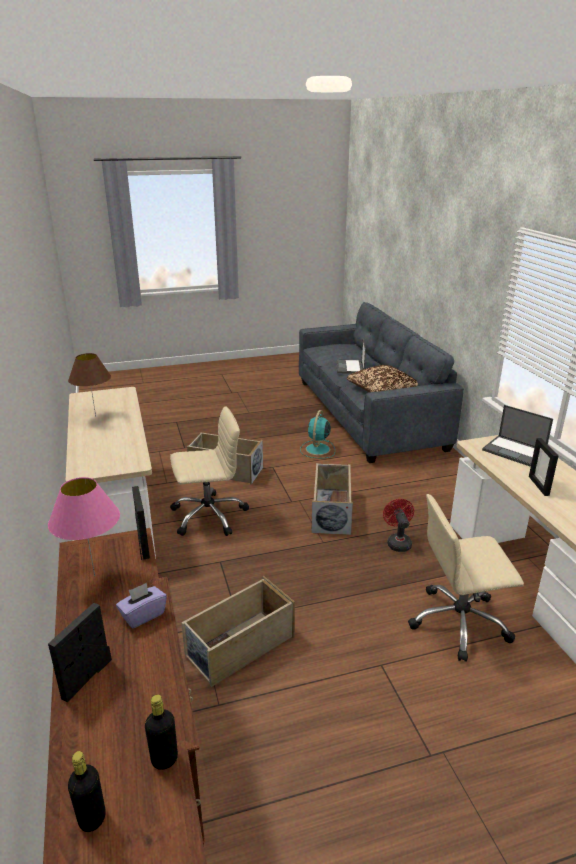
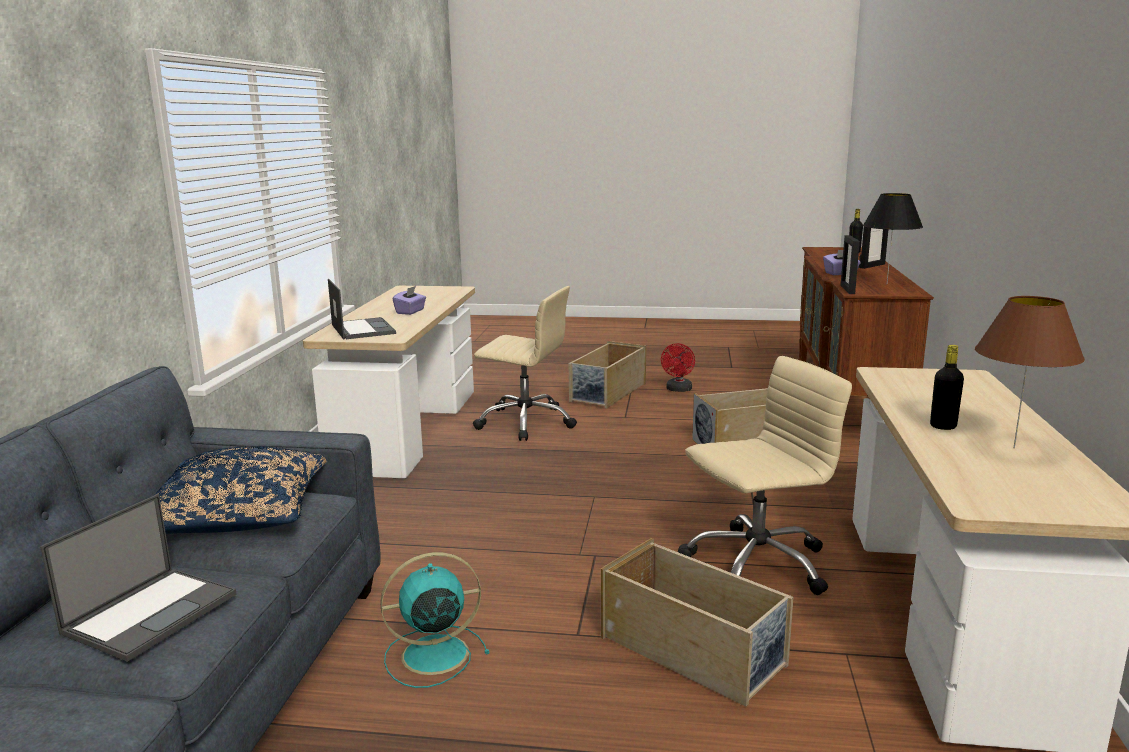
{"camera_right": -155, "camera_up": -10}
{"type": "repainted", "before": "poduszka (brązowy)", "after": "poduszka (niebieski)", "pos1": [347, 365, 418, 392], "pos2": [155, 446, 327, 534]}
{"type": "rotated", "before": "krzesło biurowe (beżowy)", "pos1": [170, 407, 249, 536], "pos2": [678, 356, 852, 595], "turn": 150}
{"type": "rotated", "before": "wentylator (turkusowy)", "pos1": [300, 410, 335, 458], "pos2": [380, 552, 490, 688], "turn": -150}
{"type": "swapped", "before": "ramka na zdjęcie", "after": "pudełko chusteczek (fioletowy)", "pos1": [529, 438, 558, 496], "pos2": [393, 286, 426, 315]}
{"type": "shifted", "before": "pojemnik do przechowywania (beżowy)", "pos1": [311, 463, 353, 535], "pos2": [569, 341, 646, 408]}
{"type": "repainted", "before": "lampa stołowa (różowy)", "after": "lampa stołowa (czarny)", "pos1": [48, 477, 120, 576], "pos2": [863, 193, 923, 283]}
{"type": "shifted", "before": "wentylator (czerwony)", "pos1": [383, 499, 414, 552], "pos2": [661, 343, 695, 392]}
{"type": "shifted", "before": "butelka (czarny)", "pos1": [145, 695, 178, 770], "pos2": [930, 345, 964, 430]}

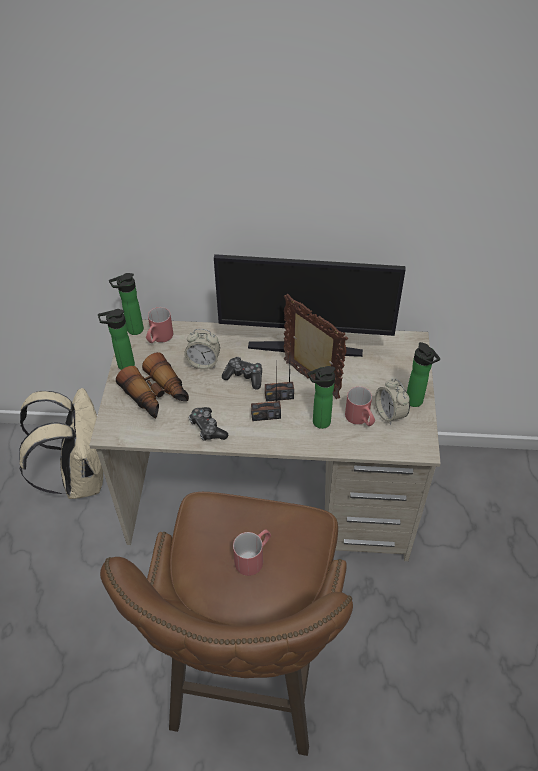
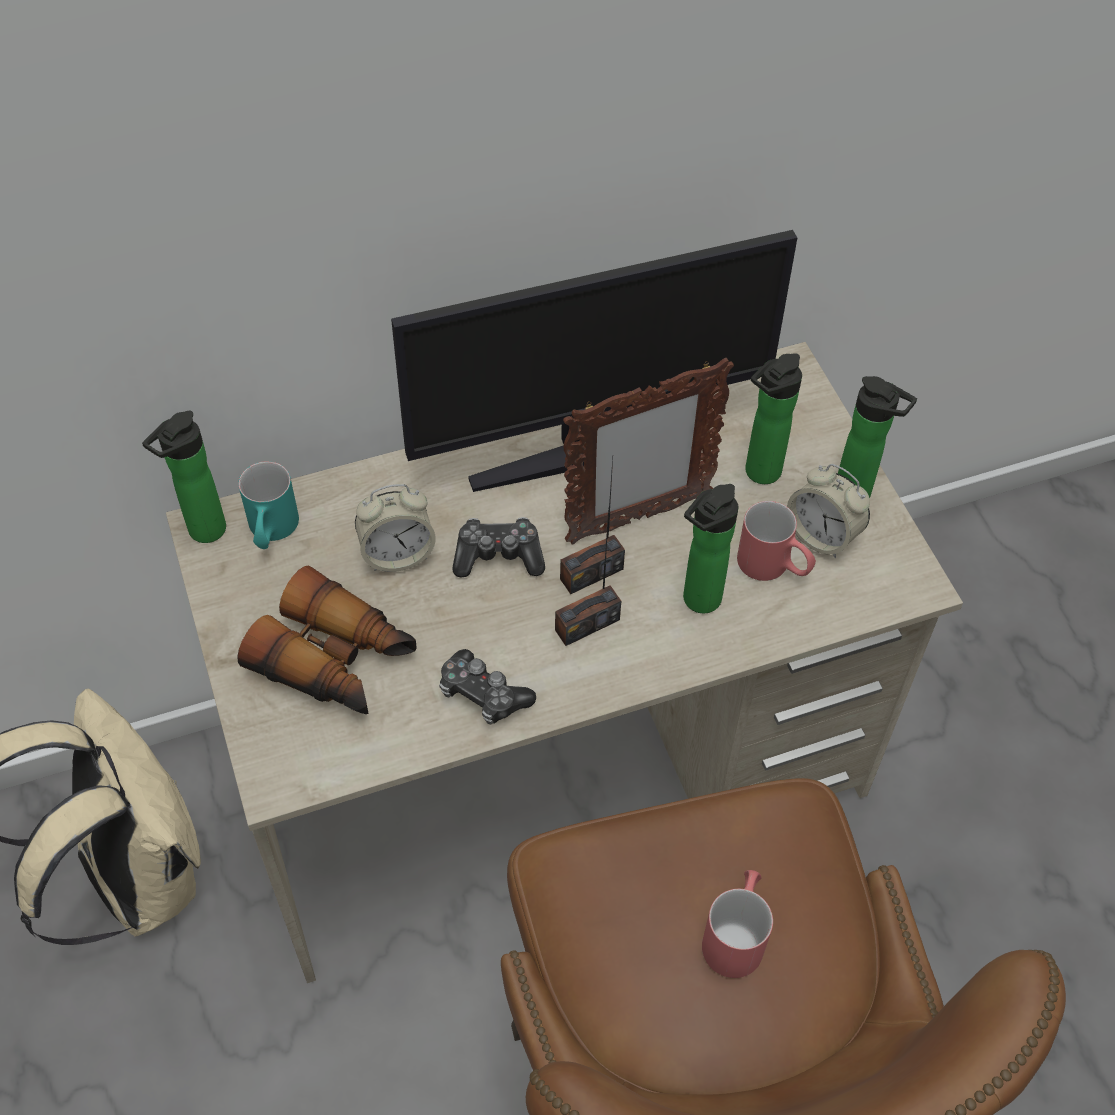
{"camera_right": -25, "camera_up": 5}
{"type": "rotated", "before": "ramka na zdjęcie", "pos1": [284, 294, 348, 399], "pos2": [563, 358, 734, 544], "turn": 135}
{"type": "repainted", "before": "kubek (czerwony)", "after": "kubek (turkusowy)", "pos1": [146, 307, 173, 343], "pos2": [238, 461, 299, 549]}
{"type": "shifted", "before": "butelka", "pos1": [98, 309, 135, 370], "pos2": [745, 353, 802, 484]}

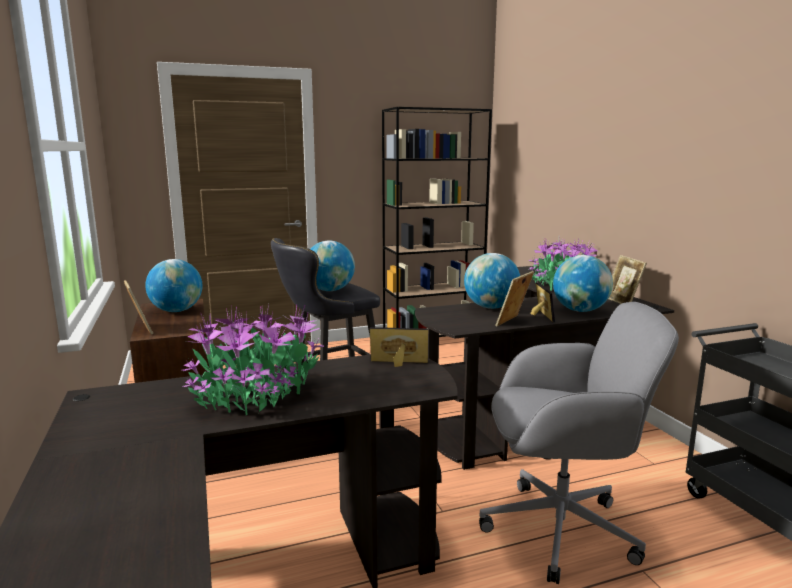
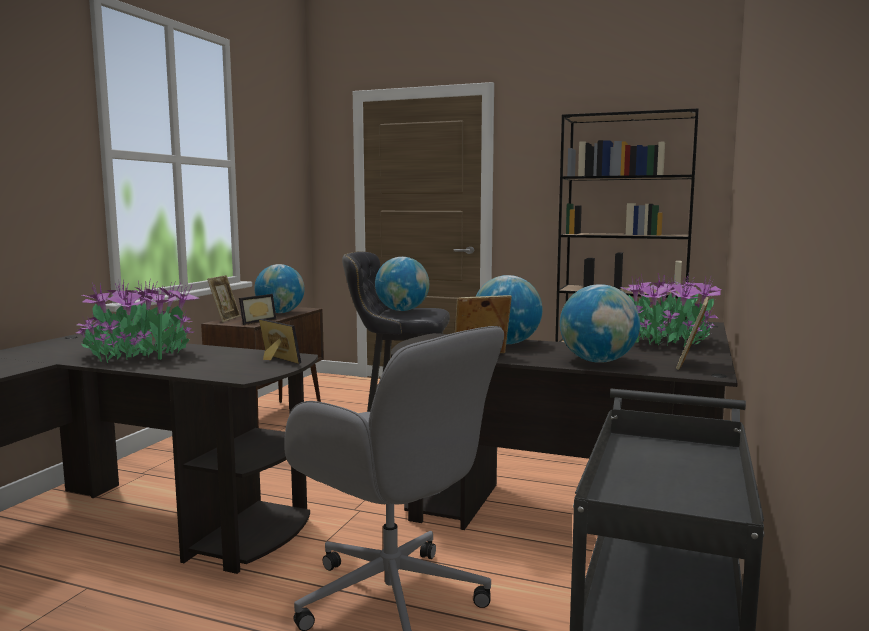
{"camera_right": 40, "camera_up": -5}
{"type": "shifted", "before": "ramka na zdjęcie", "pos1": [530, 283, 555, 322], "pos2": [239, 294, 277, 325]}

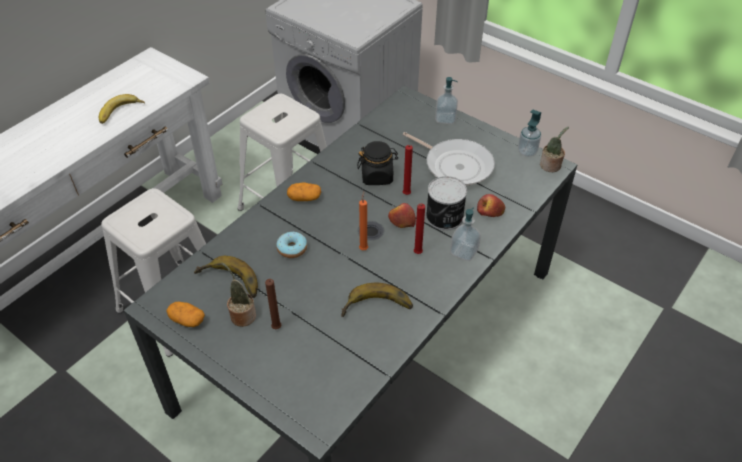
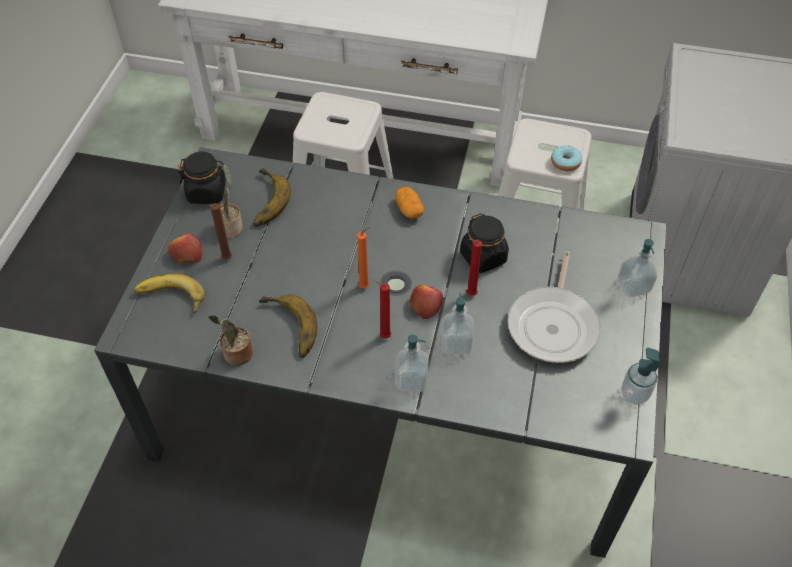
{"camera_right": 65, "camera_up": 5}
{"type": "shifted", "before": "banan", "pos1": [99, 94, 145, 124], "pos2": [134, 274, 205, 313]}
{"type": "shifted", "before": "roślina doniczkowa", "pos1": [540, 127, 569, 172], "pos2": [208, 315, 253, 366]}
{"type": "swapped", "before": "puszka", "after": "dozownik mydła", "pos1": [426, 176, 467, 230], "pos2": [442, 293, 474, 354]}
{"type": "shifted", "before": "jabłko", "pos1": [477, 194, 505, 217], "pos2": [168, 233, 203, 263]}
{"type": "shifted", "before": "donut", "pos1": [276, 232, 307, 258], "pos2": [551, 145, 582, 171]}
{"type": "swapped", "before": "ziemniak", "after": "słoik (czarny)", "pos1": [166, 302, 205, 327], "pos2": [178, 152, 226, 204]}

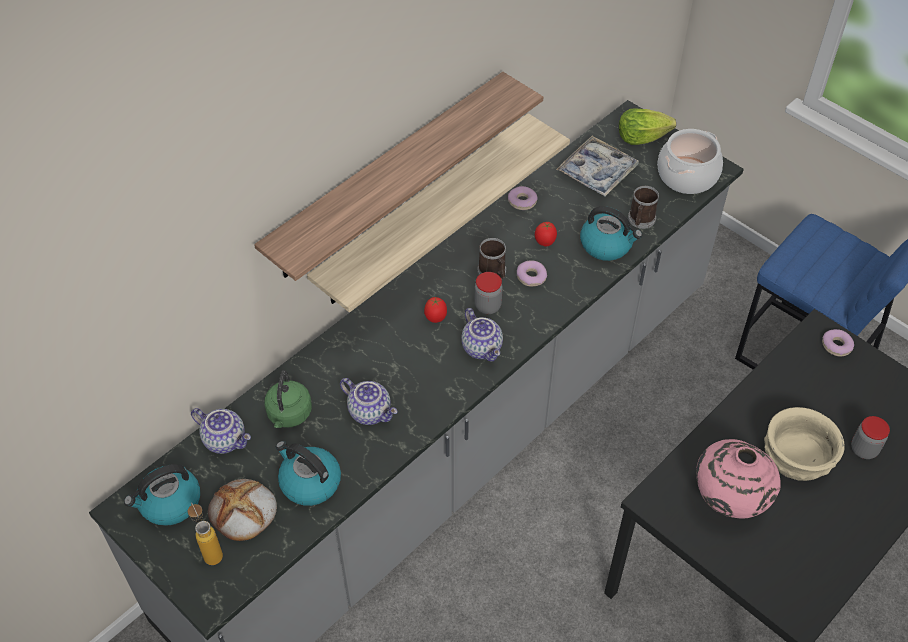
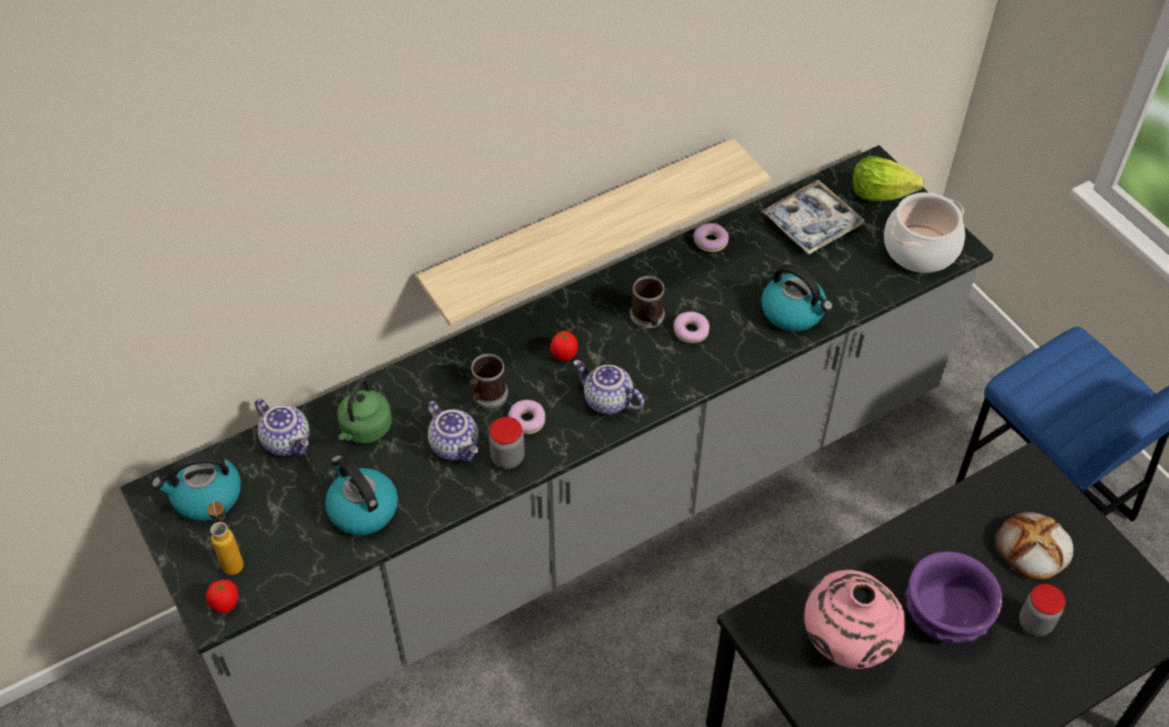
{"camera_right": 15, "camera_up": 0}
{"type": "gone", "before": "półka", "pos1": [254, 72, 543, 281]}
{"type": "shifted", "before": "kubek", "pos1": [628, 186, 659, 229], "pos2": [469, 354, 508, 408]}
{"type": "shifted", "before": "pomidor", "pos1": [535, 222, 557, 246], "pos2": [206, 580, 238, 613]}
{"type": "shifted", "before": "słoik", "pos1": [474, 272, 503, 314], "pos2": [489, 417, 525, 469]}
{"type": "rotated", "before": "imbryk", "pos1": [461, 308, 503, 362], "pos2": [574, 360, 644, 414], "turn": 135}
{"type": "shifted", "before": "donut", "pos1": [822, 329, 854, 356], "pos2": [508, 400, 545, 434]}
{"type": "repainted", "before": "miska (beżowy)", "after": "miska (fioletowy)", "pos1": [764, 407, 845, 481], "pos2": [905, 551, 1003, 644]}
{"type": "shifted", "before": "chleb", "pos1": [208, 479, 277, 541], "pos2": [996, 512, 1073, 580]}

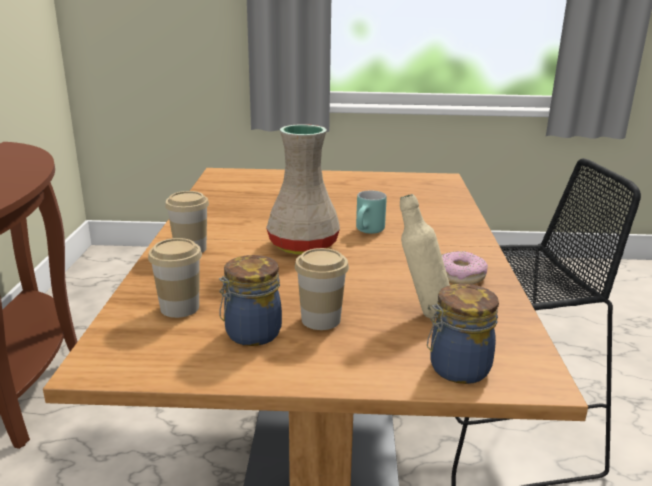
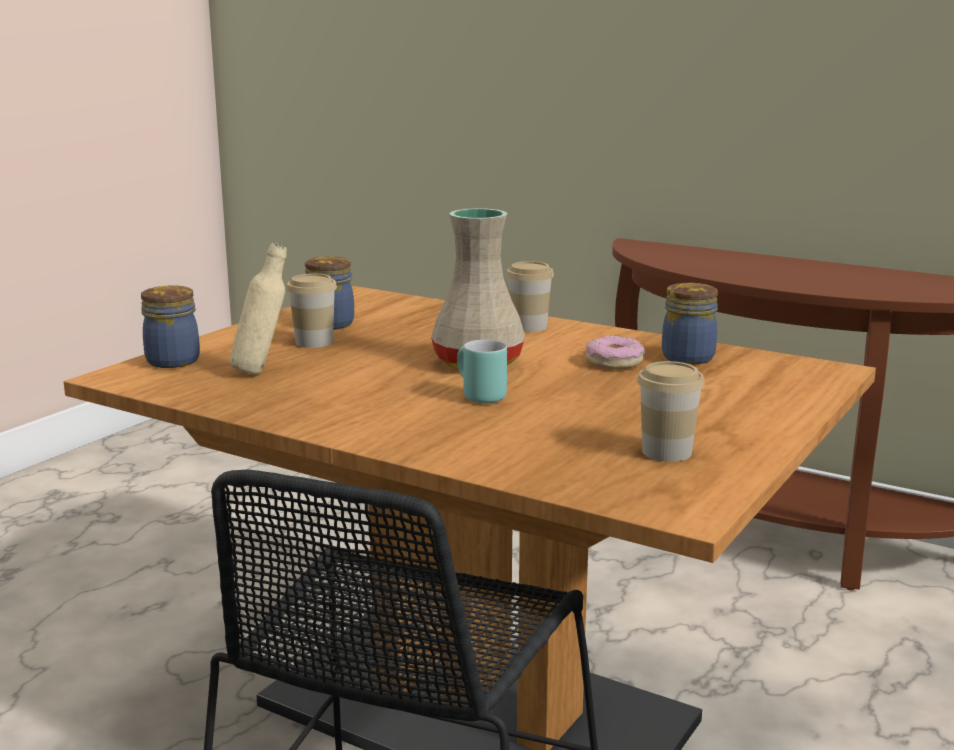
{"camera_right": 120, "camera_up": -5}
{"type": "shifted", "before": "filiżanka", "pos1": [148, 238, 202, 318], "pos2": [637, 361, 705, 462]}
{"type": "shifted", "before": "donut", "pos1": [442, 251, 488, 284], "pos2": [585, 335, 645, 369]}
{"type": "new", "after": "słoik", "pos2": [662, 283, 718, 364]}

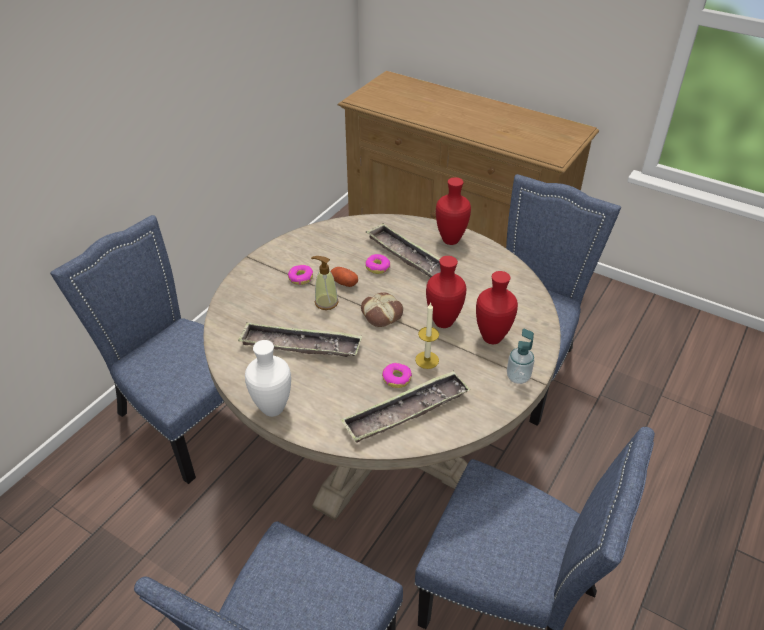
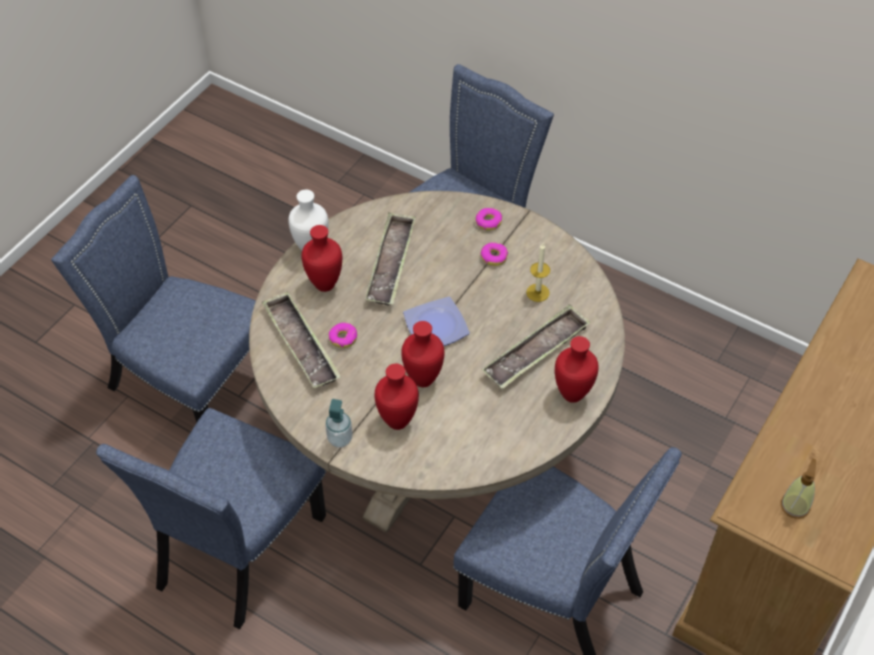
{"camera_right": 90, "camera_up": 10}
{"type": "shifted", "before": "donut", "pos1": [365, 254, 390, 274], "pos2": [475, 208, 502, 231]}
{"type": "shifted", "before": "dozownik mydła", "pos1": [311, 256, 339, 310], "pos2": [781, 459, 816, 519]}
{"type": "gone", "before": "ziemniak", "pos1": [330, 267, 358, 287]}
{"type": "swapped", "before": "chleb", "after": "talerz", "pos1": [361, 292, 403, 327], "pos2": [403, 297, 470, 346]}
{"type": "shifted", "before": "świeca", "pos1": [415, 303, 439, 369], "pos2": [526, 244, 550, 302]}
{"type": "new", "after": "wazon (czerwony)", "pos2": [302, 225, 342, 292]}

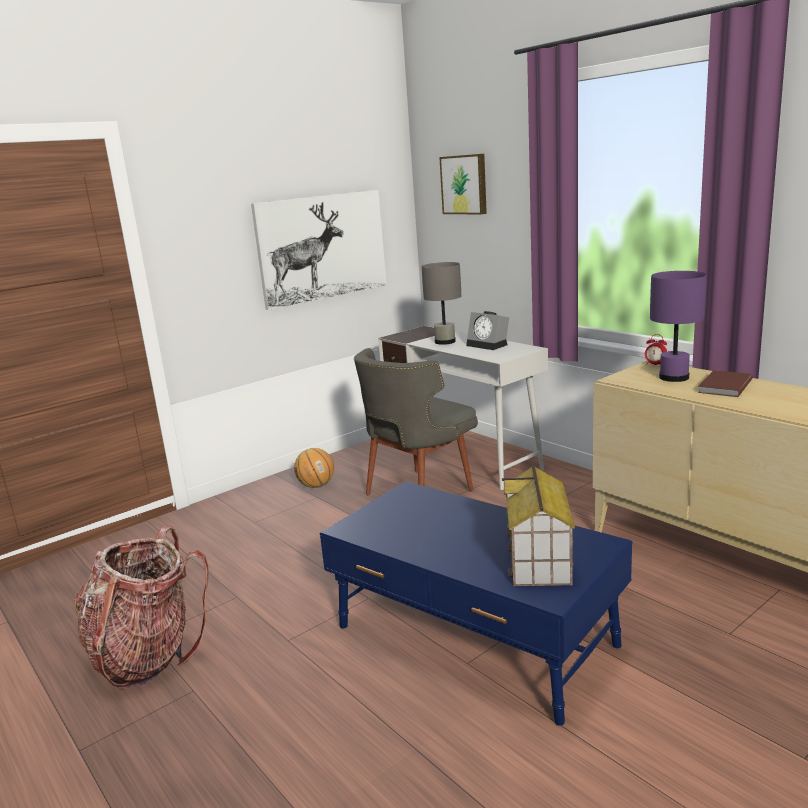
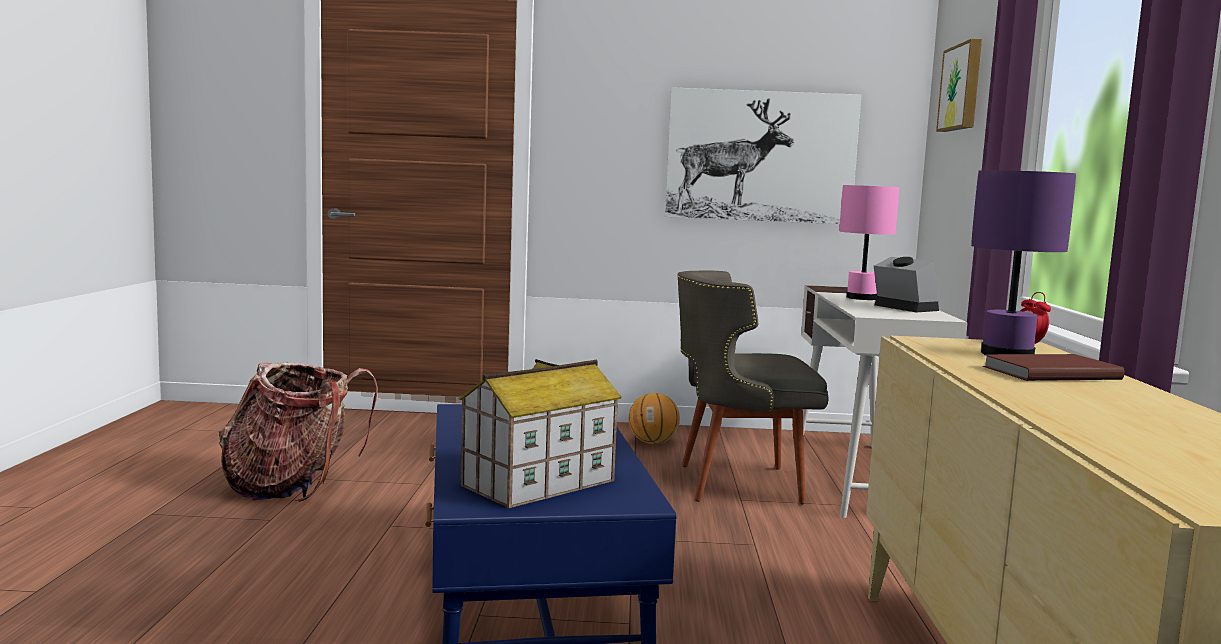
{"camera_right": 40, "camera_up": -10}
{"type": "repainted", "before": "lampa stołowa (szary)", "after": "lampa stołowa (różowy)", "pos1": [422, 262, 461, 345], "pos2": [839, 185, 899, 300]}
{"type": "rotated", "before": "budzik", "pos1": [466, 311, 509, 350], "pos2": [874, 257, 939, 312], "turn": 150}

